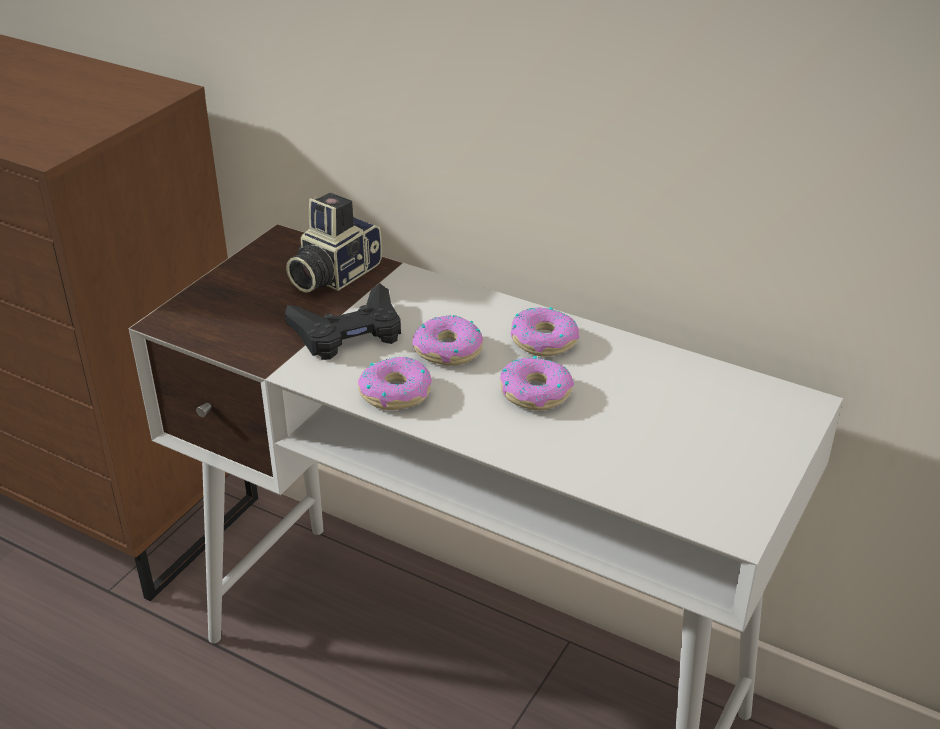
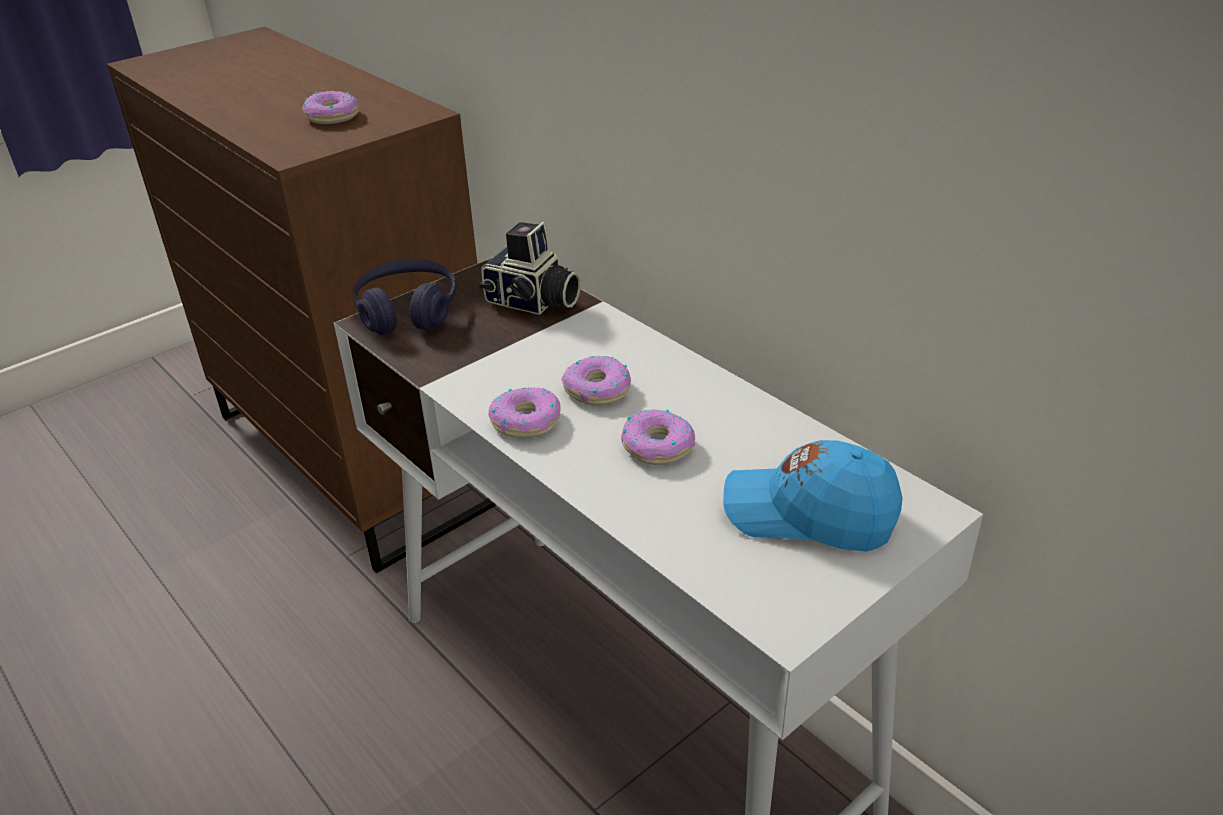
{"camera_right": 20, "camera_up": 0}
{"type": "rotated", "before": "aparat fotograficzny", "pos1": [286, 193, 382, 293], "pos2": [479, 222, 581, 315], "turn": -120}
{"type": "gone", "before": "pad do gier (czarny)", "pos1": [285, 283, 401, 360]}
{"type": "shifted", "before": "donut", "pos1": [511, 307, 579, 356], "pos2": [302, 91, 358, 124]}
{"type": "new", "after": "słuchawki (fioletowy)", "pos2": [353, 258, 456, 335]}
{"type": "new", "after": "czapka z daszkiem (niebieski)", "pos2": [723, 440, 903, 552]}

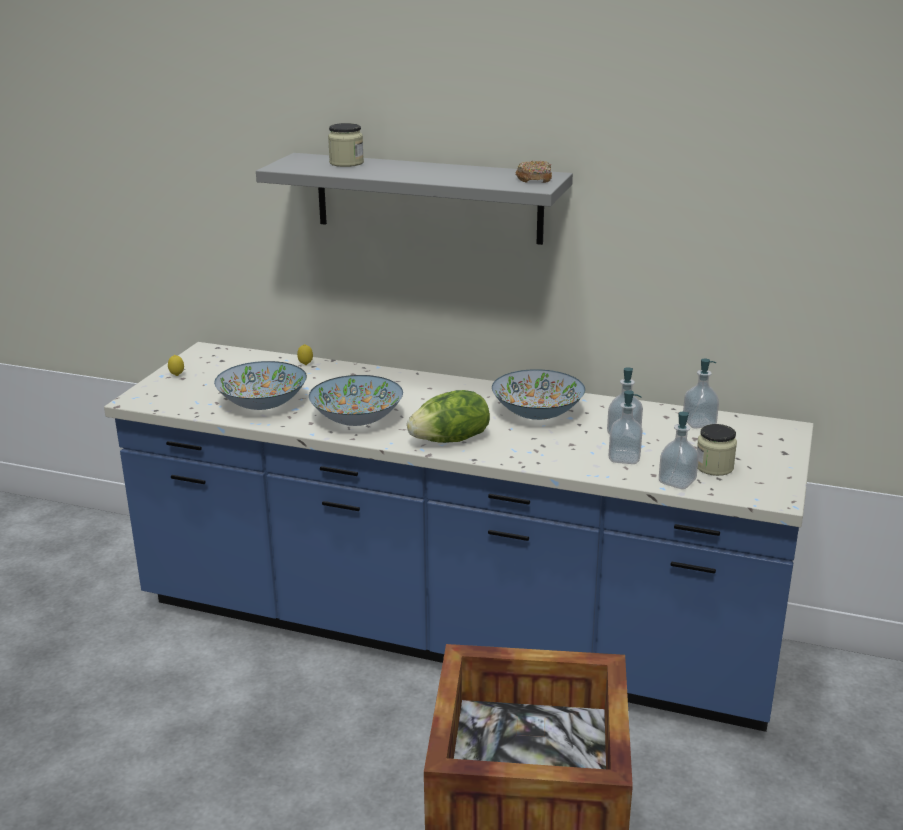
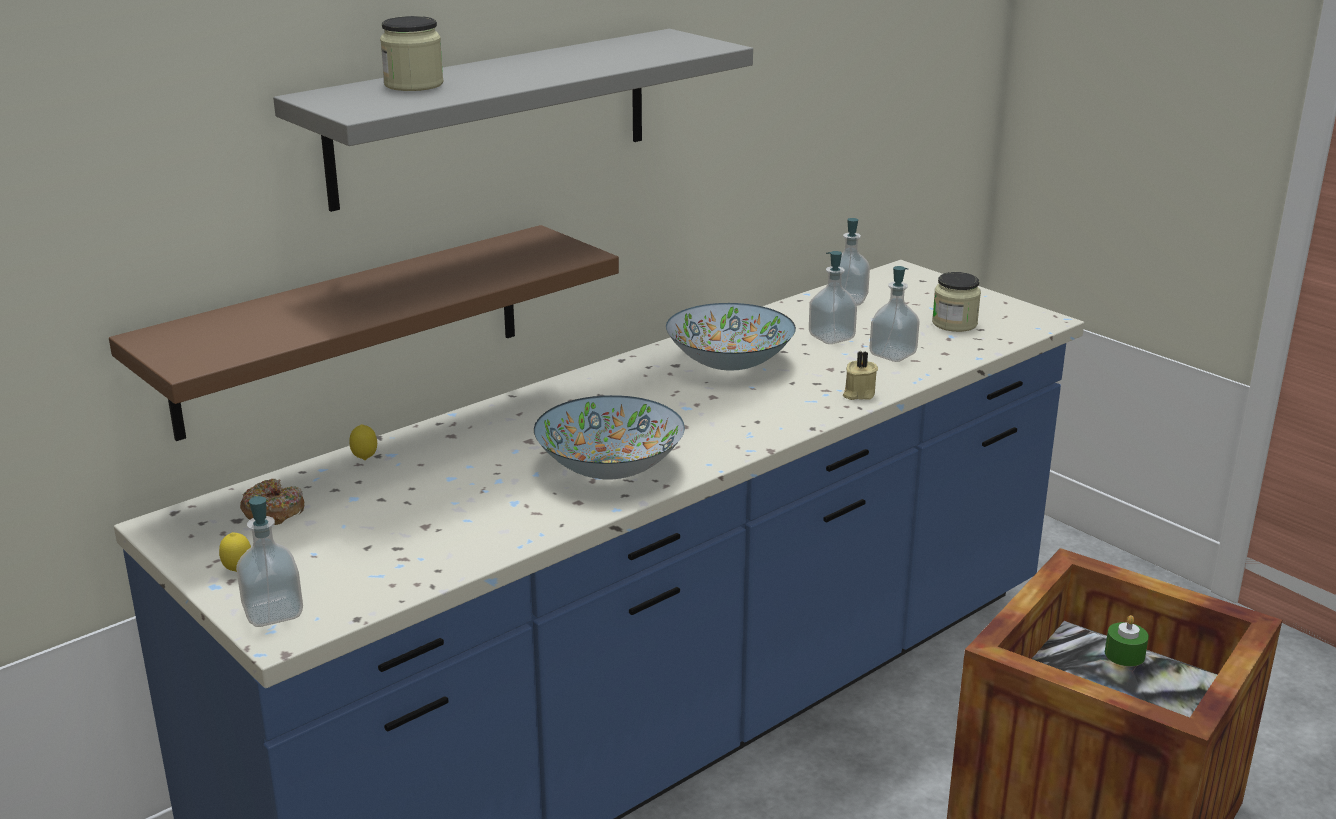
{"camera_right": -60, "camera_up": 0}
{"type": "shifted", "before": "donut", "pos1": [516, 161, 552, 183], "pos2": [240, 479, 304, 525]}
{"type": "gone", "before": "miska", "pos1": [214, 361, 307, 410]}
{"type": "gone", "before": "sałata", "pos1": [407, 390, 490, 443]}
{"type": "shifted", "before": "dozownik mydła", "pos1": [659, 412, 699, 489], "pos2": [236, 496, 303, 627]}
{"type": "new", "after": "półka (brązowy)", "pos2": [109, 225, 619, 441]}
{"type": "new", "after": "świeca (beżowy)", "pos2": [843, 351, 878, 400]}
{"type": "new", "after": "świeca (zielony)", "pos2": [1105, 615, 1149, 666]}

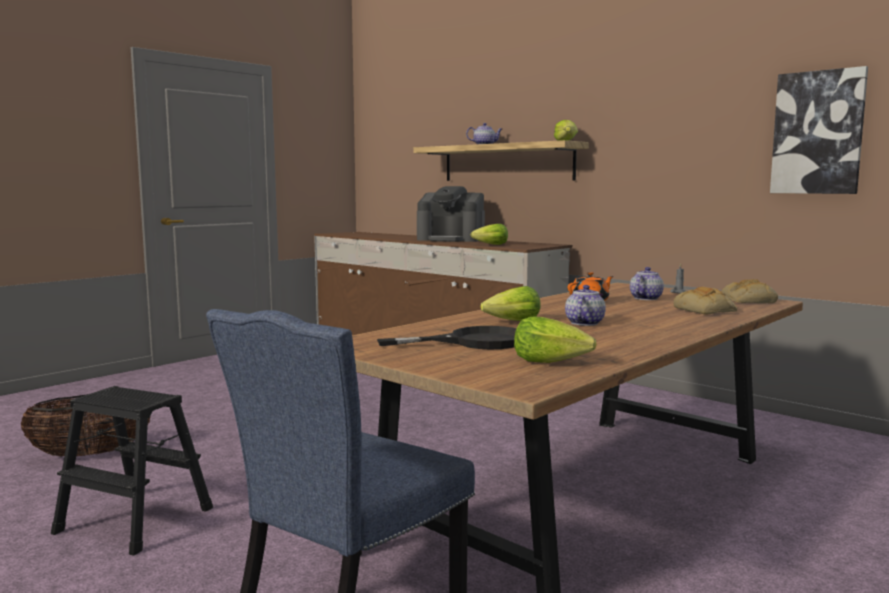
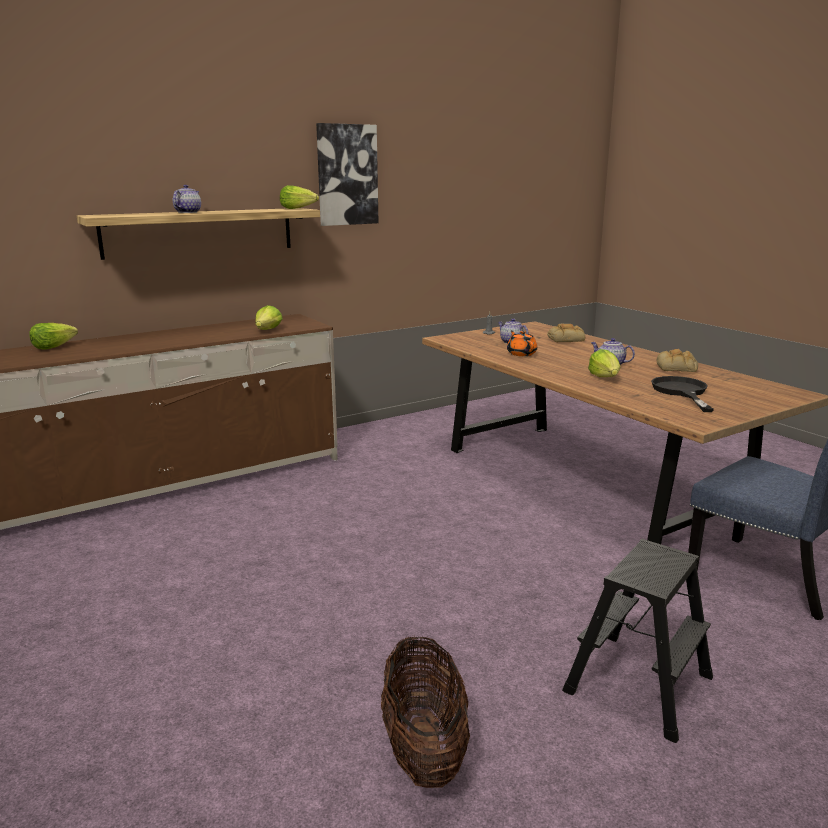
{"camera_right": -75, "camera_up": 10}
{"type": "shifted", "before": "obraz", "pos1": [770, 66, 868, 194], "pos2": [316, 123, 378, 226]}
{"type": "gone", "before": "ekspres do kawy", "pos1": [417, 186, 485, 242]}
{"type": "shifted", "before": "chleb", "pos1": [721, 279, 778, 303], "pos2": [657, 349, 698, 372]}
{"type": "shifted", "before": "sałata", "pos1": [514, 317, 597, 363], "pos2": [30, 323, 78, 350]}

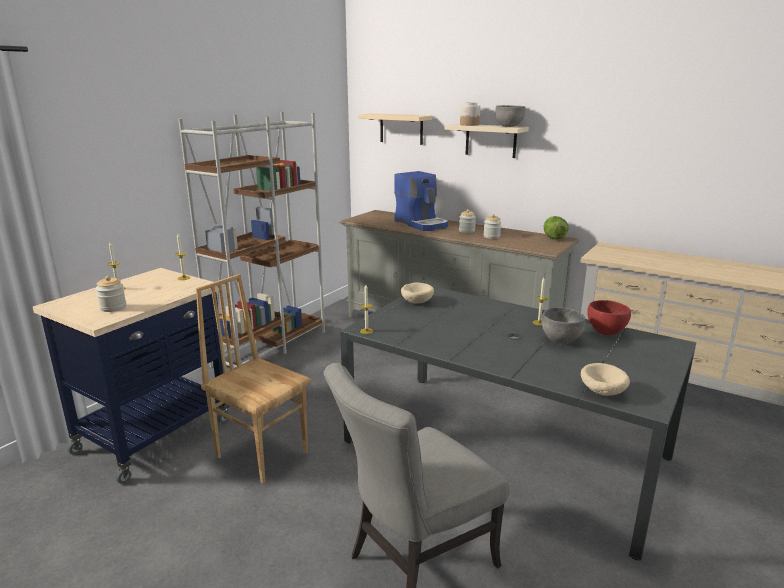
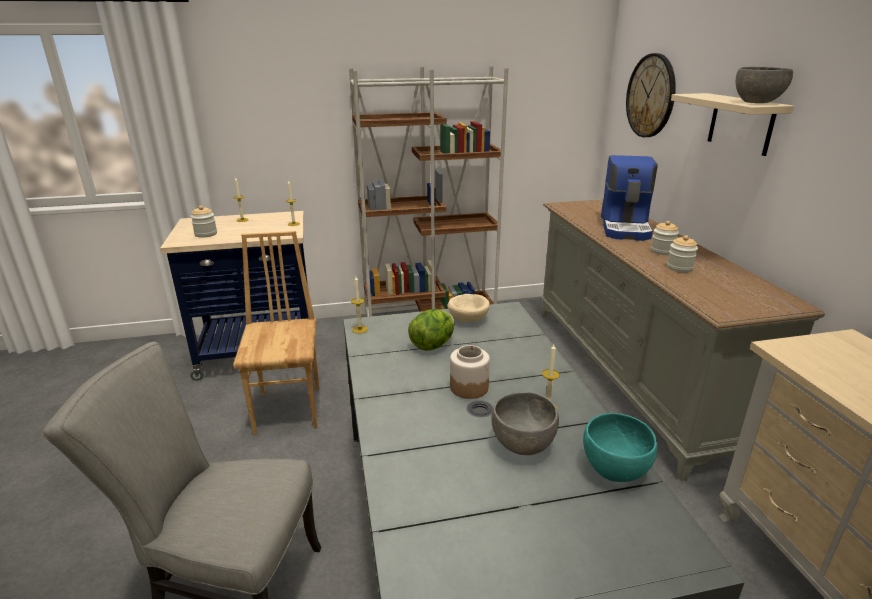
{"camera_right": 45, "camera_up": 5}
{"type": "shifted", "before": "słoik", "pos1": [460, 102, 480, 126], "pos2": [450, 345, 490, 399]}
{"type": "swapped", "before": "półka (beżowy)", "after": "zegar ścienny", "pos1": [358, 113, 432, 145], "pos2": [626, 53, 676, 137]}
{"type": "shifted", "before": "sałata", "pos1": [544, 216, 569, 240], "pos2": [408, 309, 455, 351]}
{"type": "repainted", "before": "miska (czerwony)", "after": "miska (turkusowy)", "pos1": [587, 300, 631, 335], "pos2": [583, 413, 657, 482]}
{"type": "gone", "before": "miska (beżowy)", "pos1": [581, 363, 630, 396]}

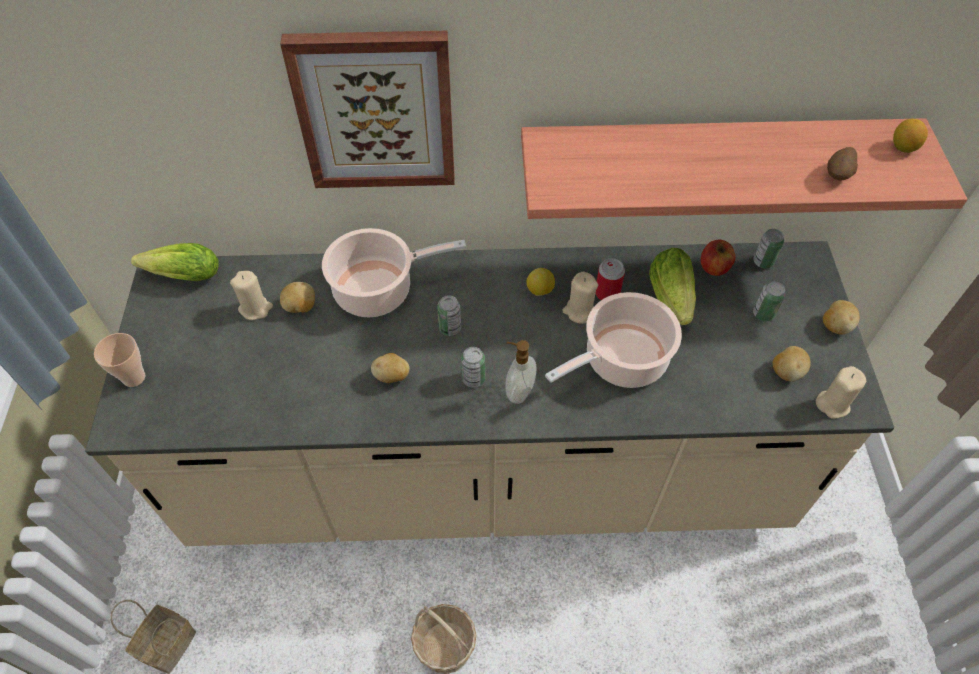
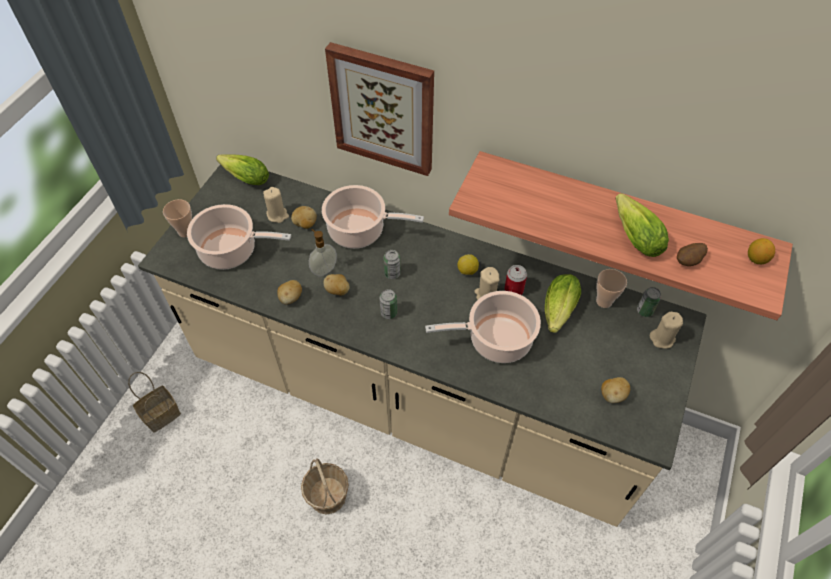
{"camera_right": 25, "camera_up": 0}
{"type": "swapped", "before": "jabłko", "after": "filiżanka", "pos1": [701, 240, 735, 276], "pos2": [596, 269, 627, 308]}
{"type": "gone", "before": "puszka", "pos1": [753, 281, 786, 322]}
{"type": "shifted", "before": "ziemniak", "pos1": [823, 300, 860, 335], "pos2": [277, 280, 302, 305]}
{"type": "shifted", "before": "dozownik mydła", "pos1": [506, 340, 537, 404], "pos2": [309, 229, 337, 277]}
{"type": "shifted", "before": "świeca (beżowy)", "pos1": [816, 366, 866, 419], "pos2": [650, 312, 683, 349]}
{"type": "new", "after": "sałata", "pos2": [616, 193, 669, 257]}
{"type": "new", "after": "garnek", "pos2": [187, 204, 291, 270]}

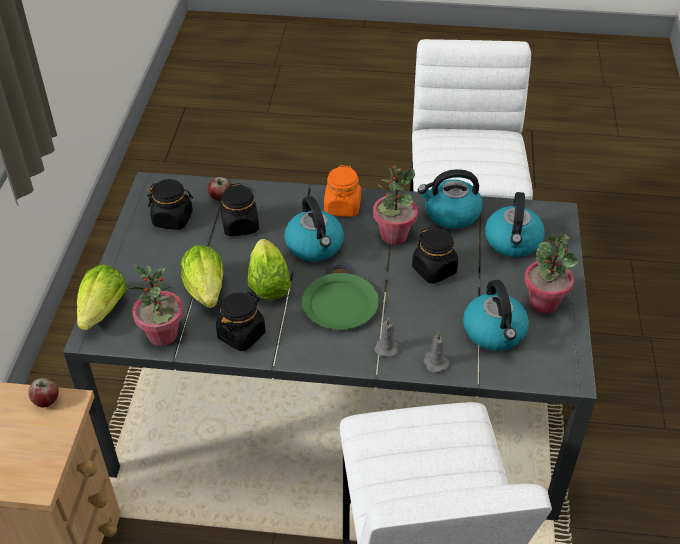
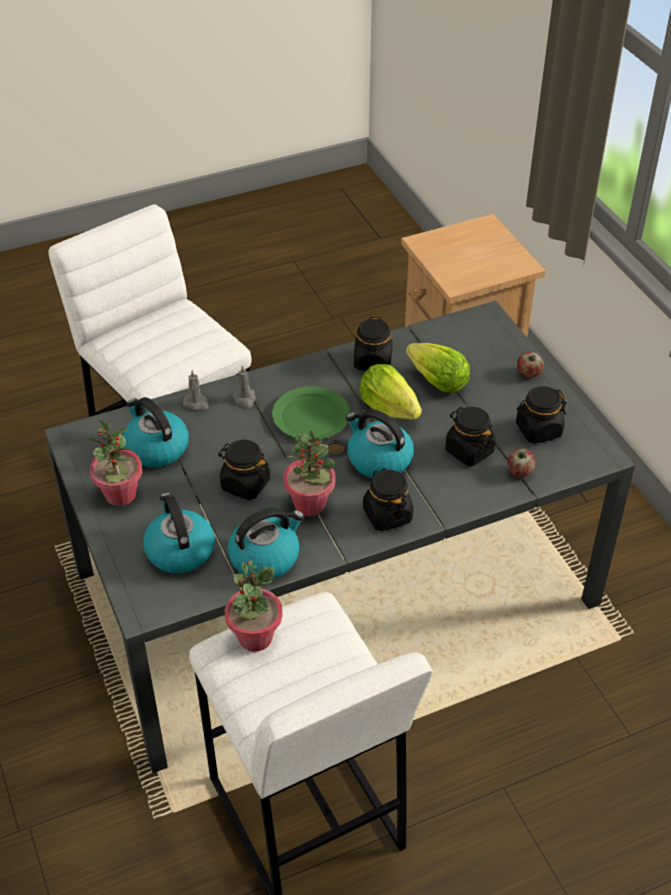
{"camera_right": 150, "camera_up": 0}
{"type": "repainted", "before": "słoik (pomarańczowy)", "after": "słoik (czarny)", "pos1": [324, 165, 361, 217], "pos2": [363, 468, 413, 531]}
{"type": "gone", "before": "sałata", "pos1": [77, 264, 126, 330]}
{"type": "shifted", "before": "roślina doniczkowa", "pos1": [127, 265, 184, 346], "pos2": [225, 560, 283, 652]}
{"type": "shifted", "before": "jabłko", "pos1": [29, 378, 59, 408], "pos2": [517, 352, 544, 378]}

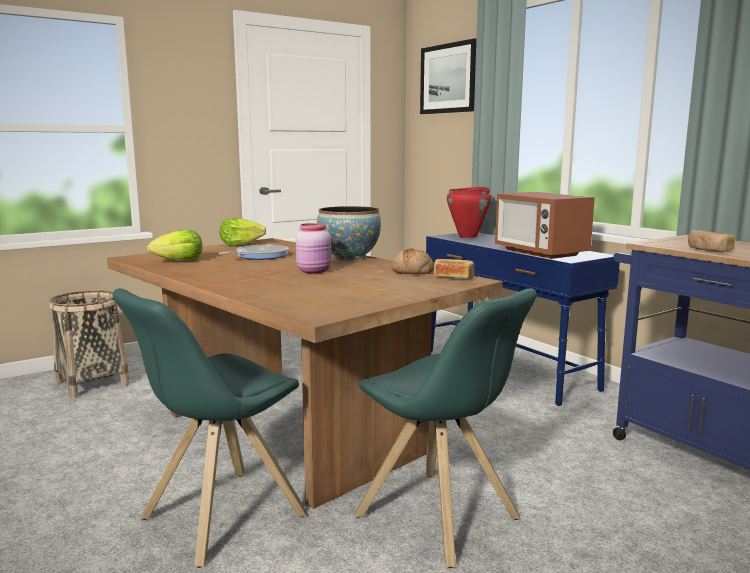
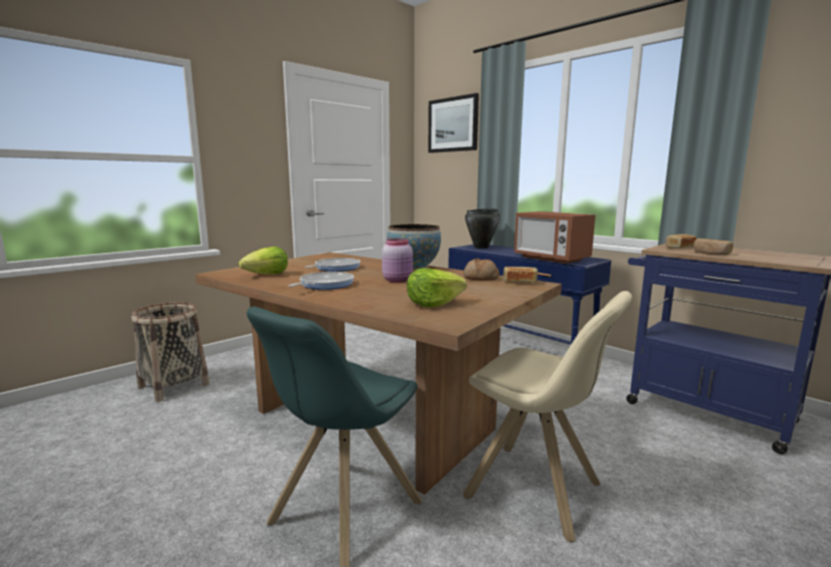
{"camera_right": -10, "camera_up": 0}
{"type": "repainted", "before": "garnek (czerwony)", "after": "garnek (czarny)", "pos1": [447, 187, 492, 238], "pos2": [465, 208, 500, 249]}
{"type": "shifted", "before": "sałata", "pos1": [220, 218, 266, 245], "pos2": [407, 268, 467, 307]}
{"type": "repainted", "before": "krzesło (turkusowy)", "after": "krzesło (beżowy)", "pos1": [355, 288, 537, 568], "pos2": [463, 291, 632, 542]}
{"type": "new", "after": "chleb", "pos2": [665, 234, 697, 248]}
{"type": "new", "after": "patelnia", "pos2": [289, 272, 354, 290]}

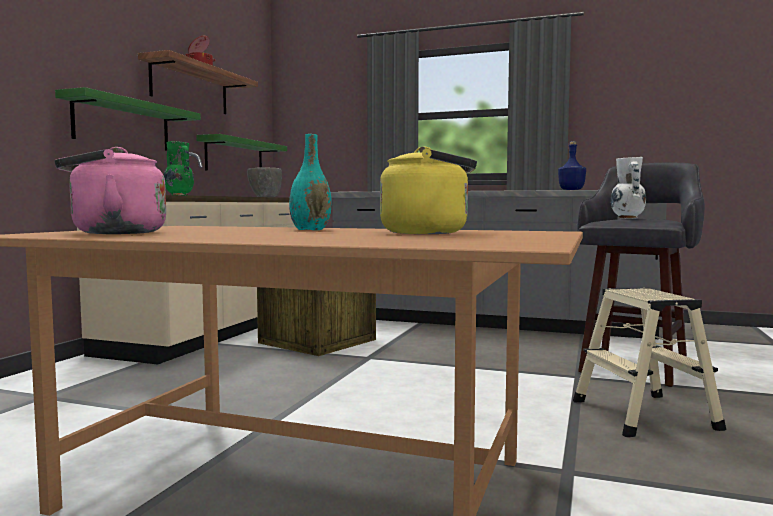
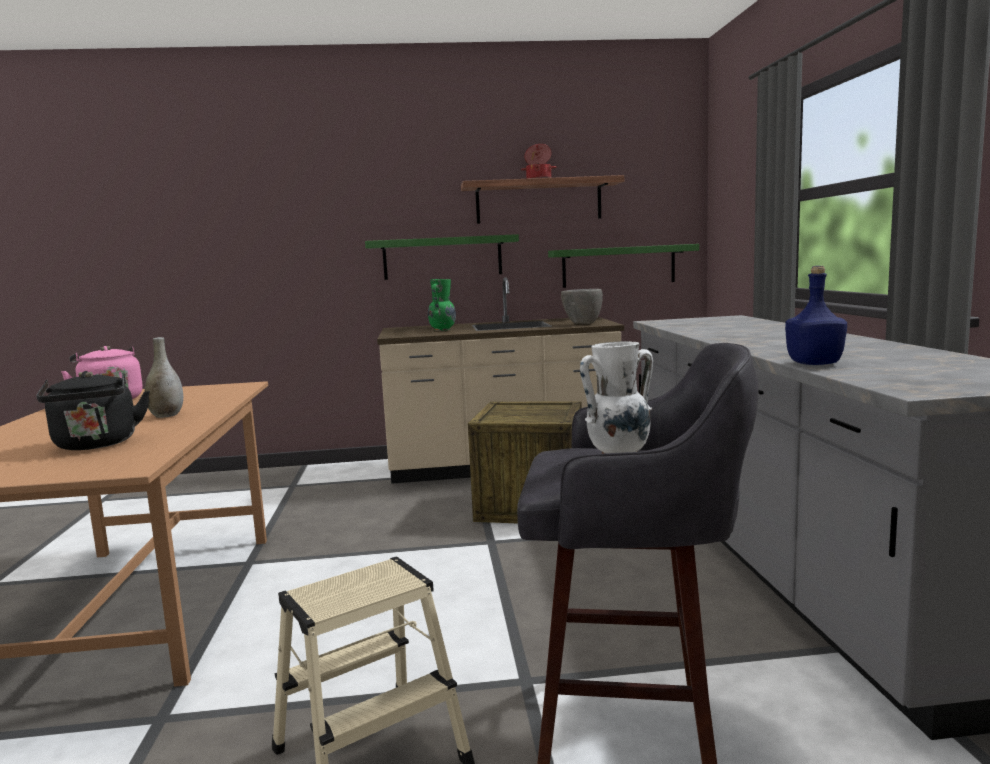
{"camera_right": 65, "camera_up": 5}
{"type": "repainted", "before": "wazon (turkusowy)", "after": "wazon (szary)", "pos1": [289, 134, 332, 230], "pos2": [145, 337, 183, 418]}
{"type": "repainted", "before": "czajnik (żółty)", "after": "czajnik (czarny)", "pos1": [380, 146, 477, 234], "pos2": [37, 371, 150, 450]}

